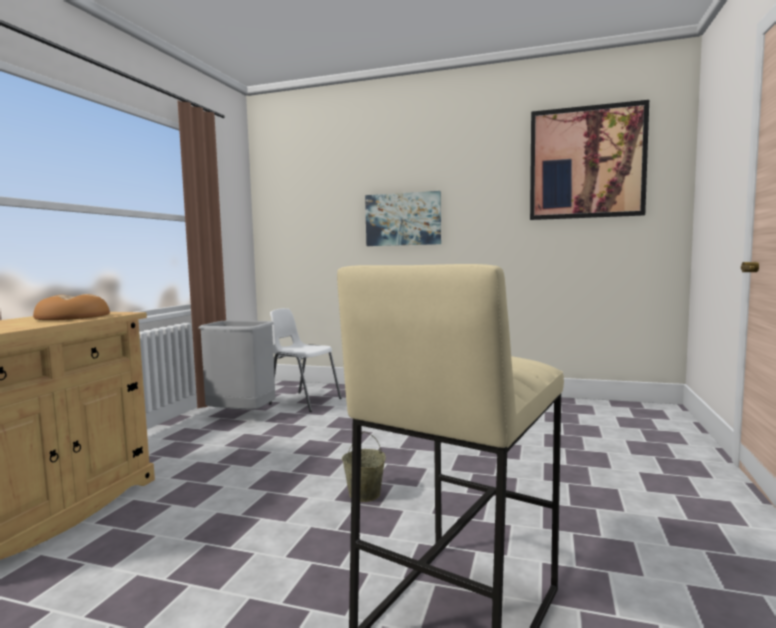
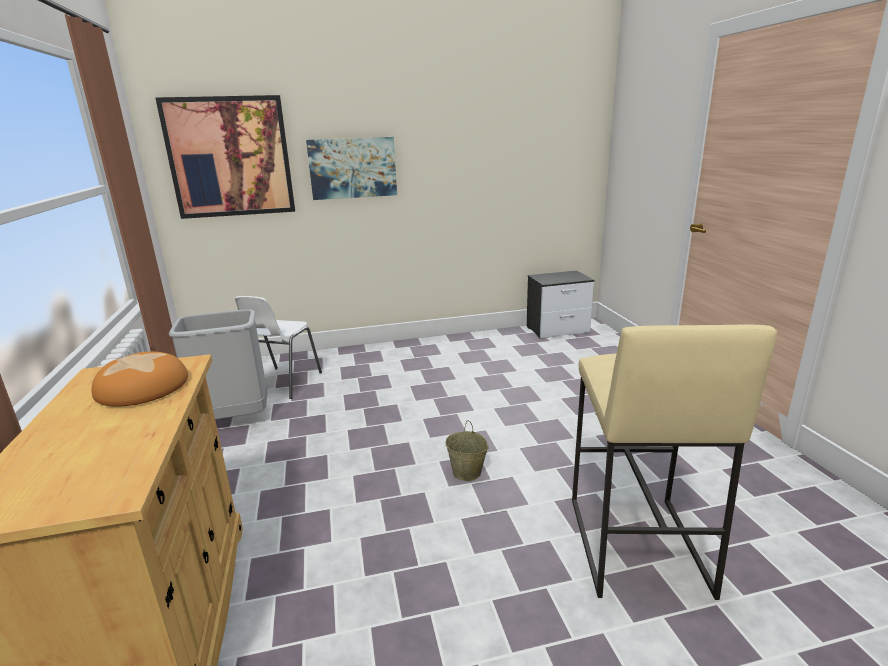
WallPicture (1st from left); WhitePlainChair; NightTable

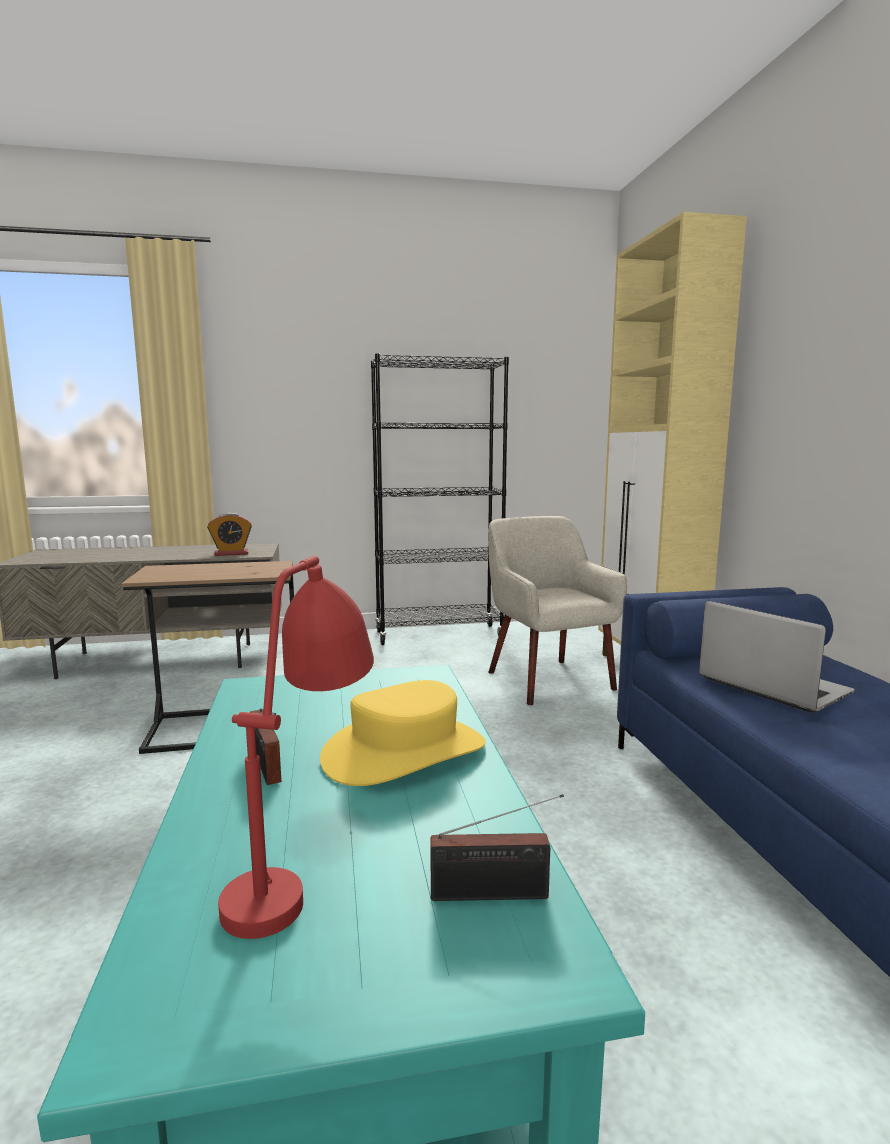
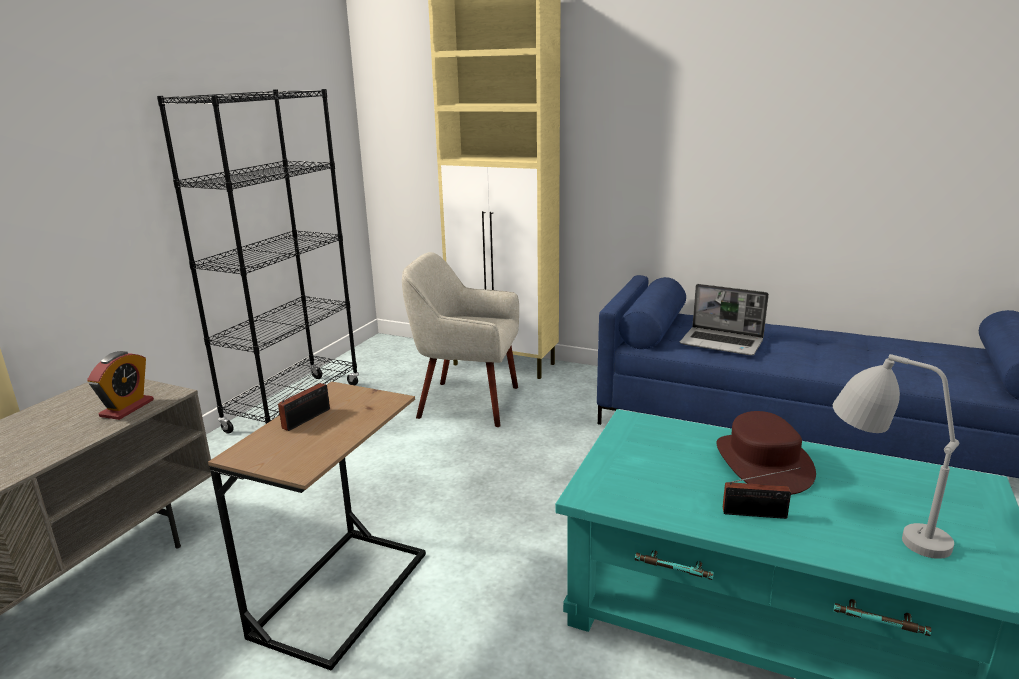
RadioSet (1st from left); NotebookComputer; BrownColouredHat; GreyTableLamp

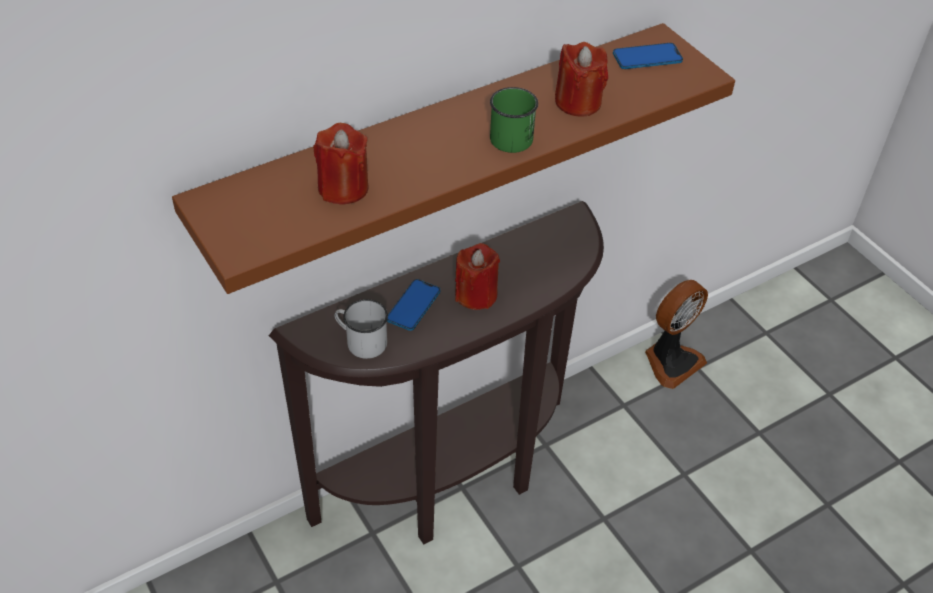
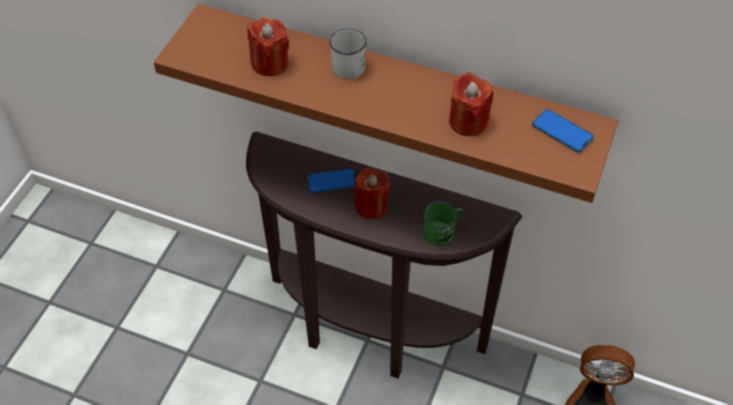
WhiteTeaMug; GreenTeaMug

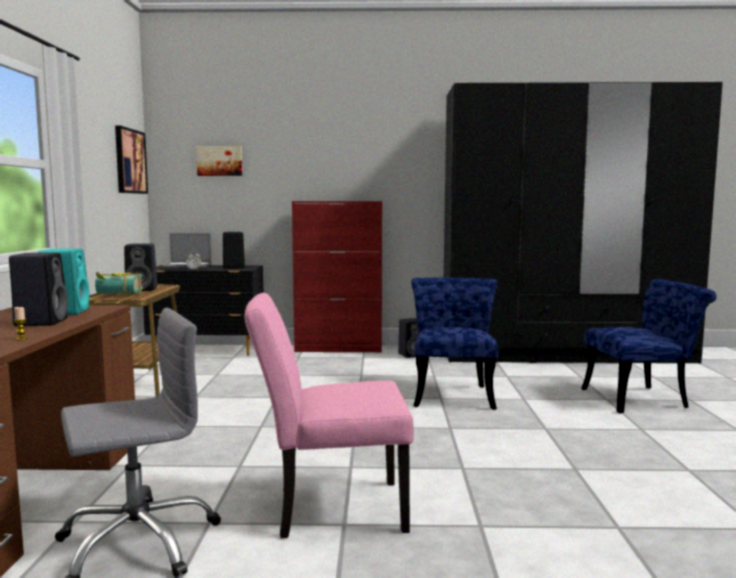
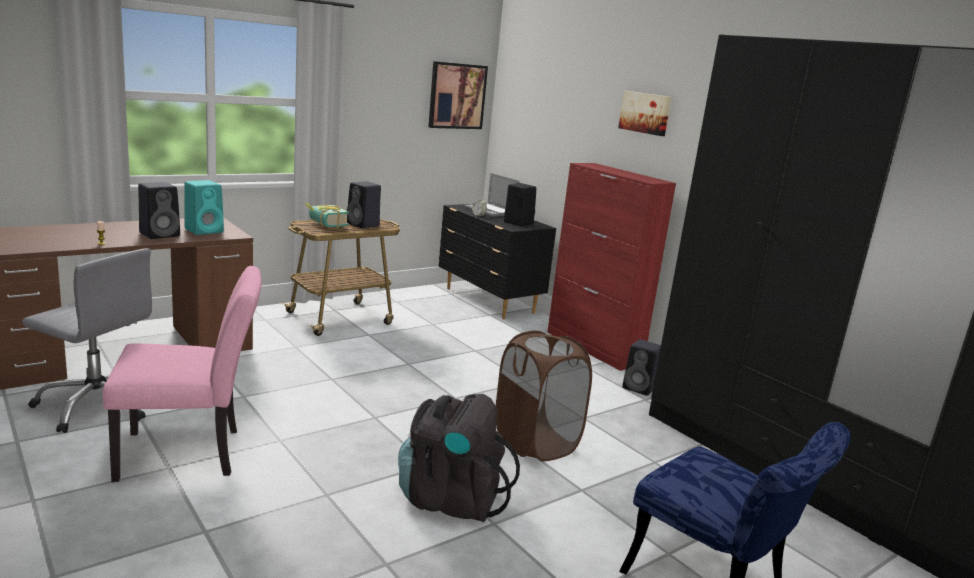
PinkColouredPlainChair; BlackishBackpack; BrownColouredLaundryBasket; WallPicture (2nd from left)

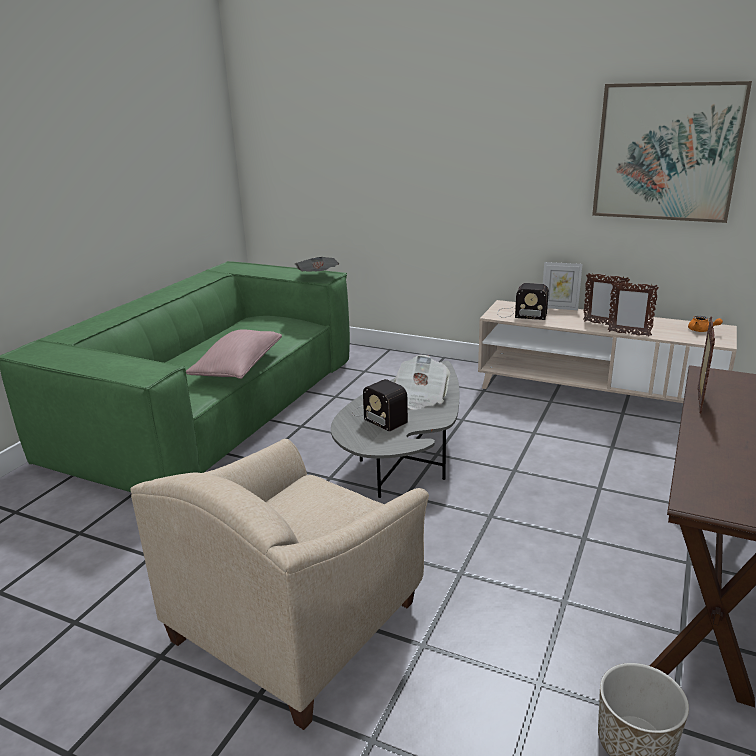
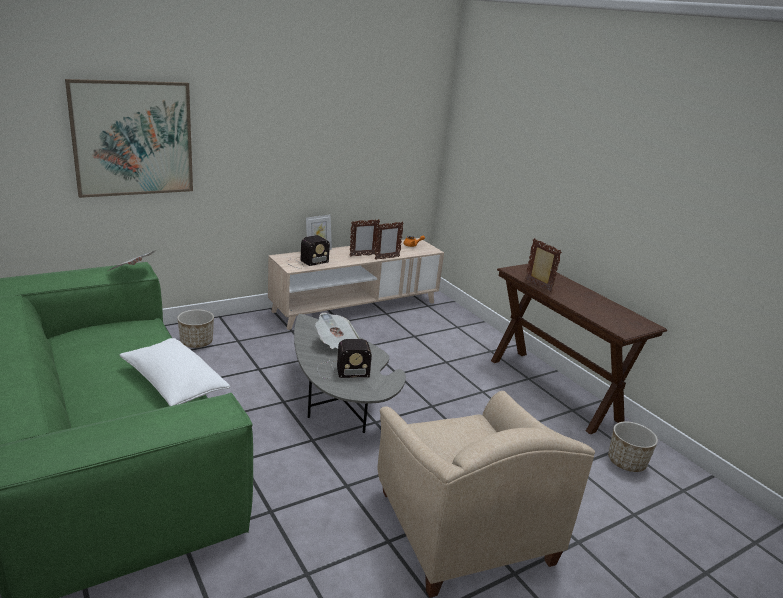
WallPicture; WhiteThrowPillow; Planter (1st from left)

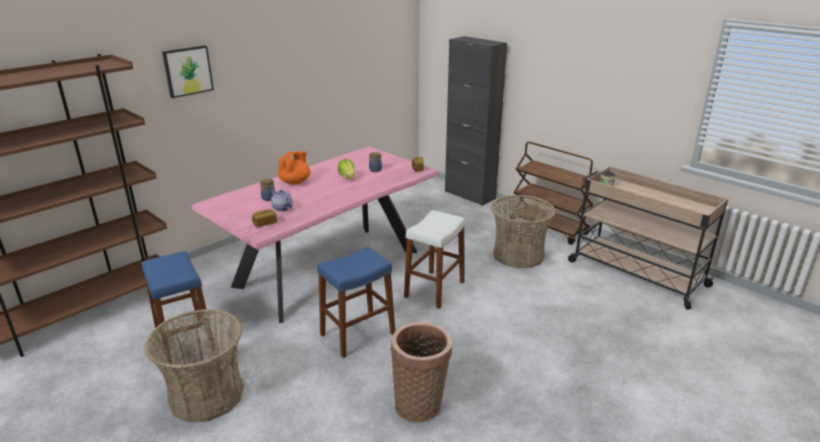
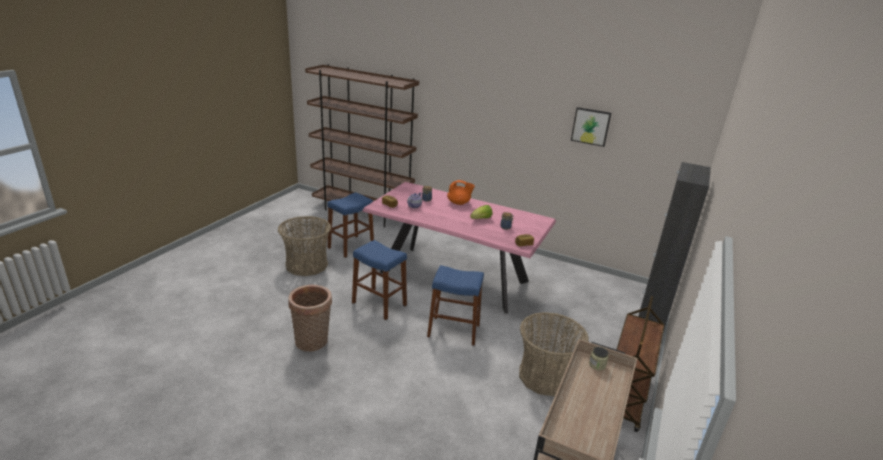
BlueStool (3rd from left); WallPicture

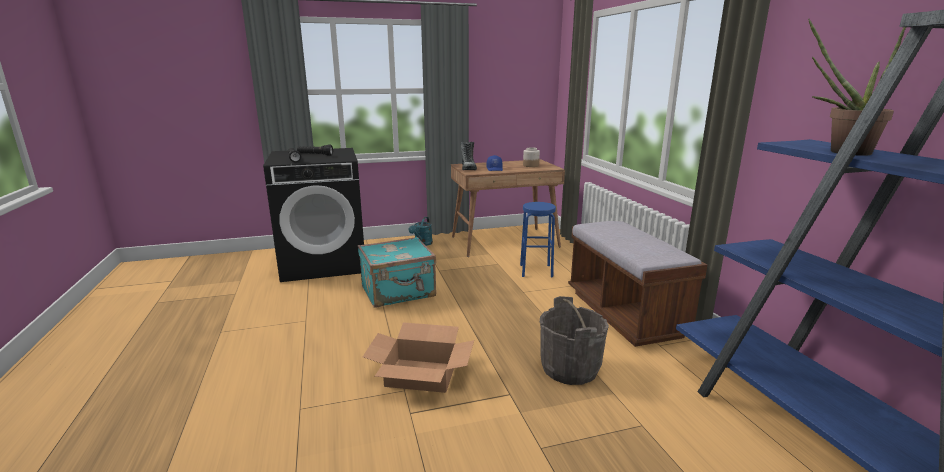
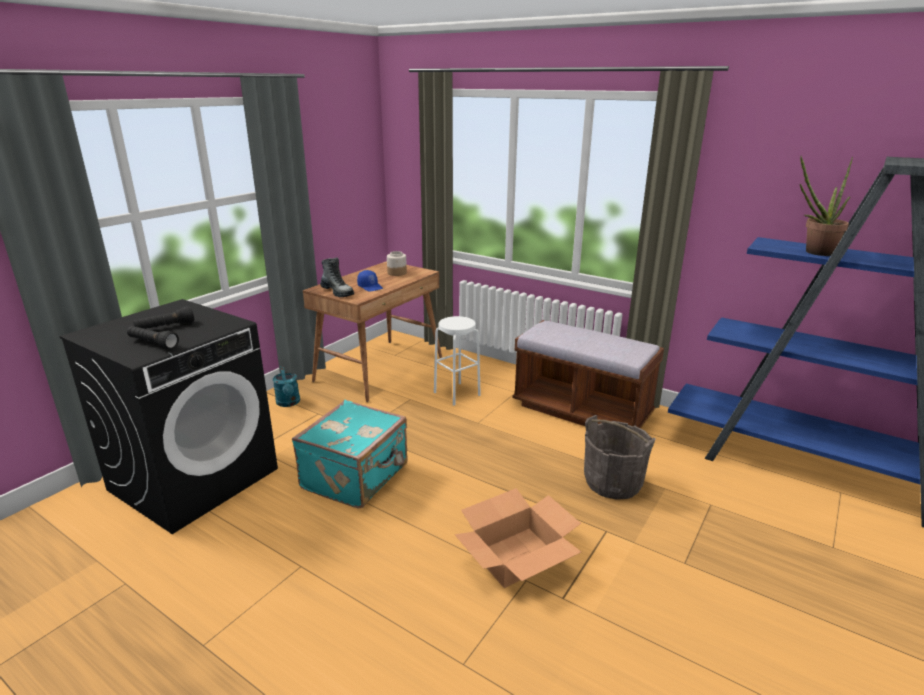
WhiteStool

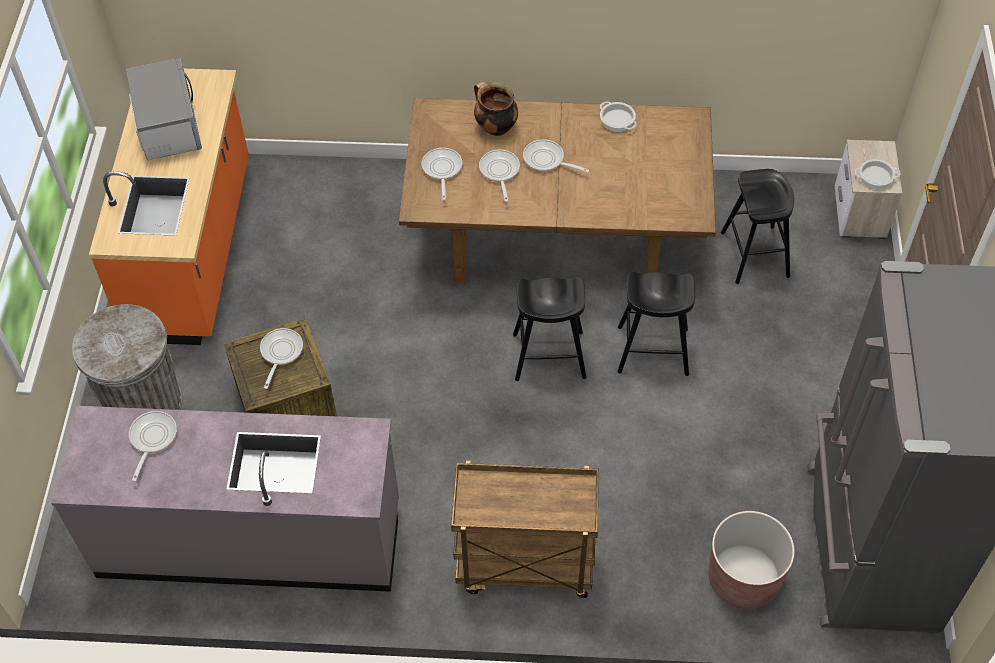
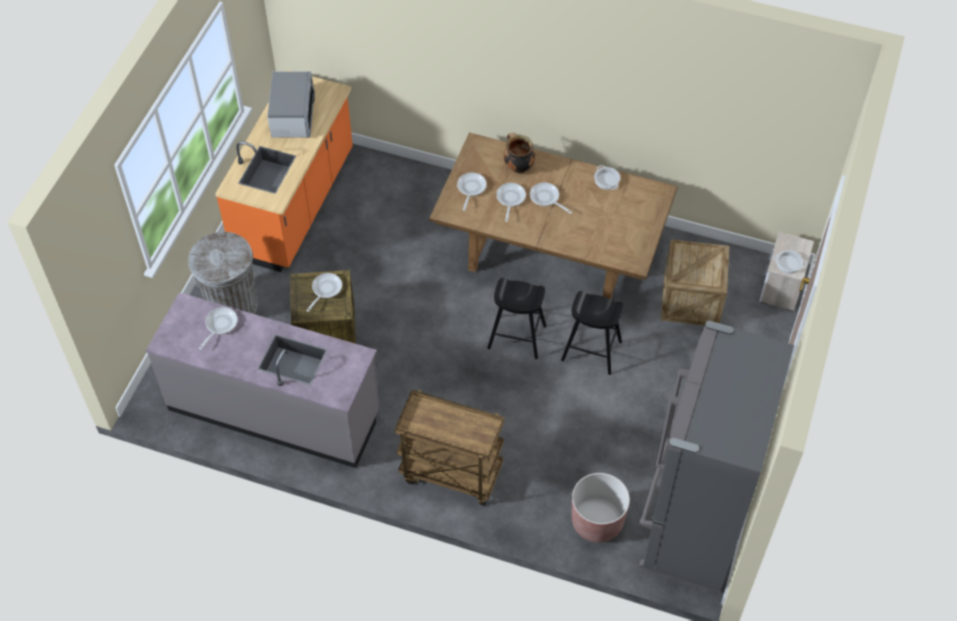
PackingCrate (2nd from left)

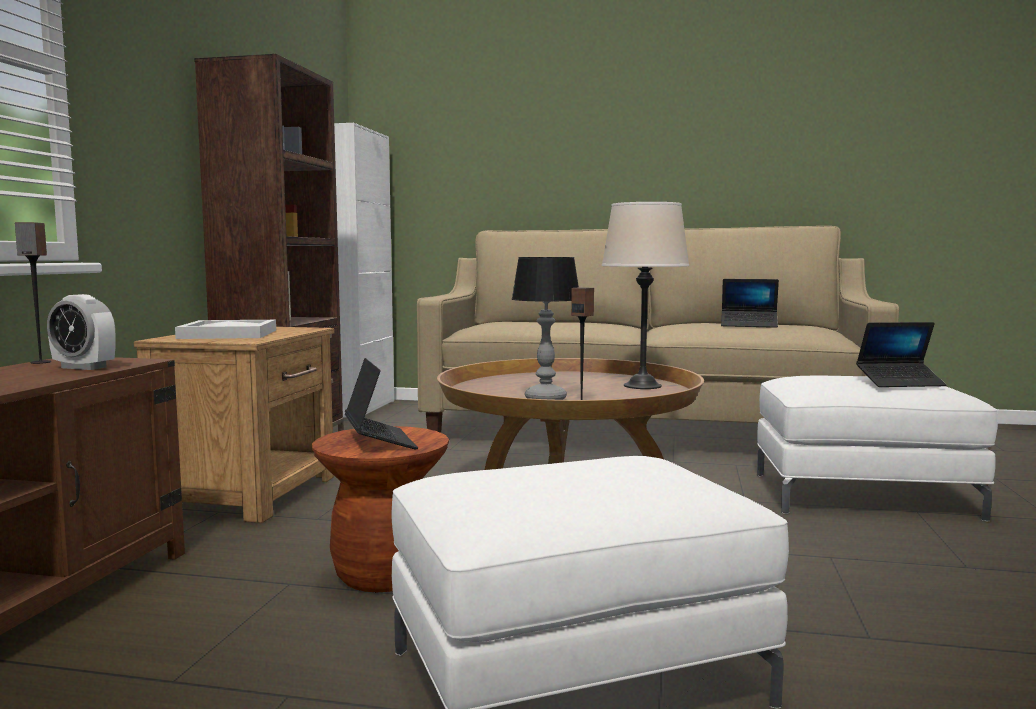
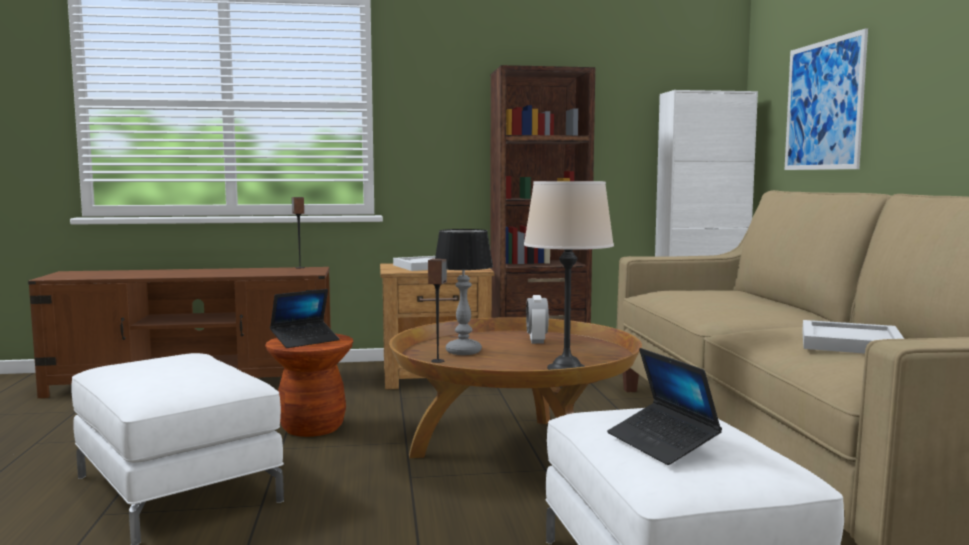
TableClock; WallPicture; WhiteTray (2nd from left)

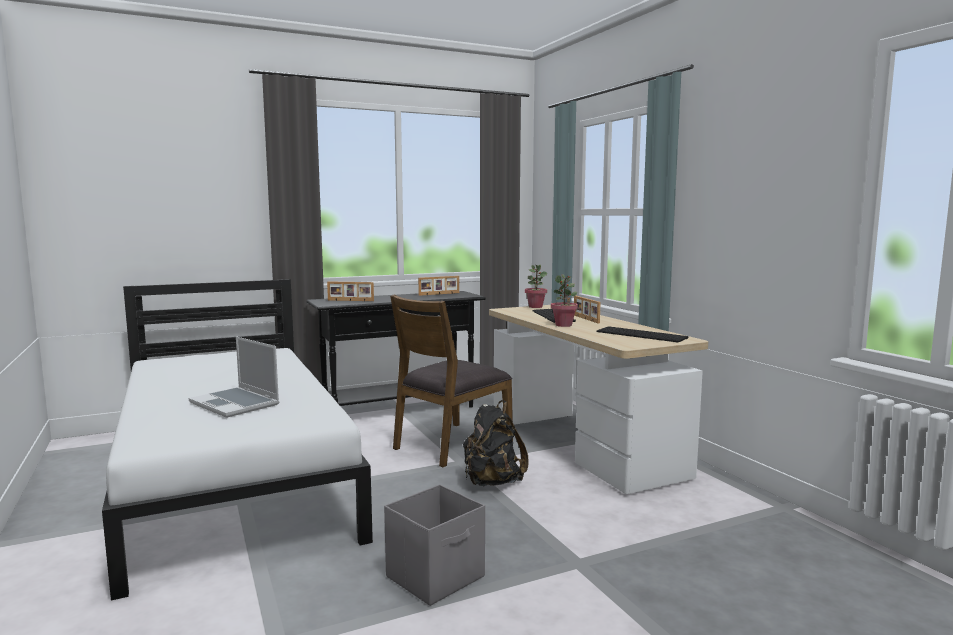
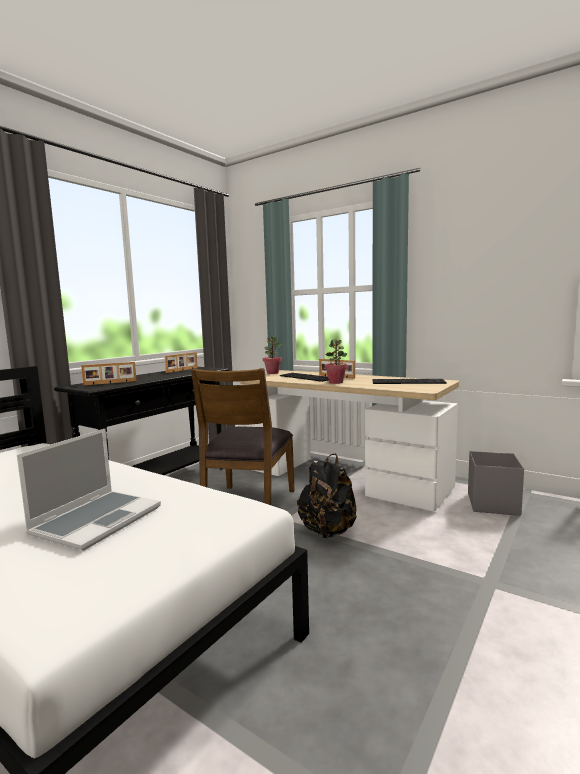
NotebookComputer; GreyStorageBin

